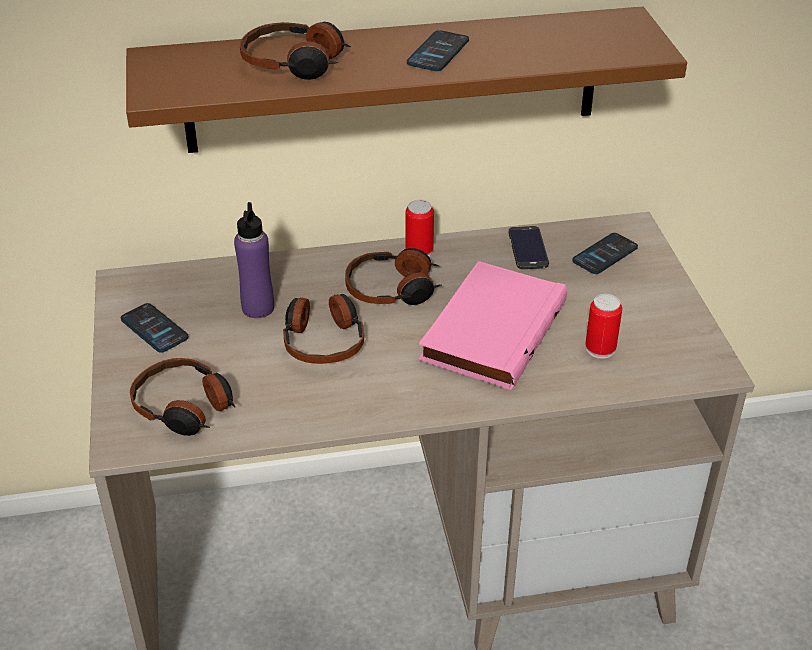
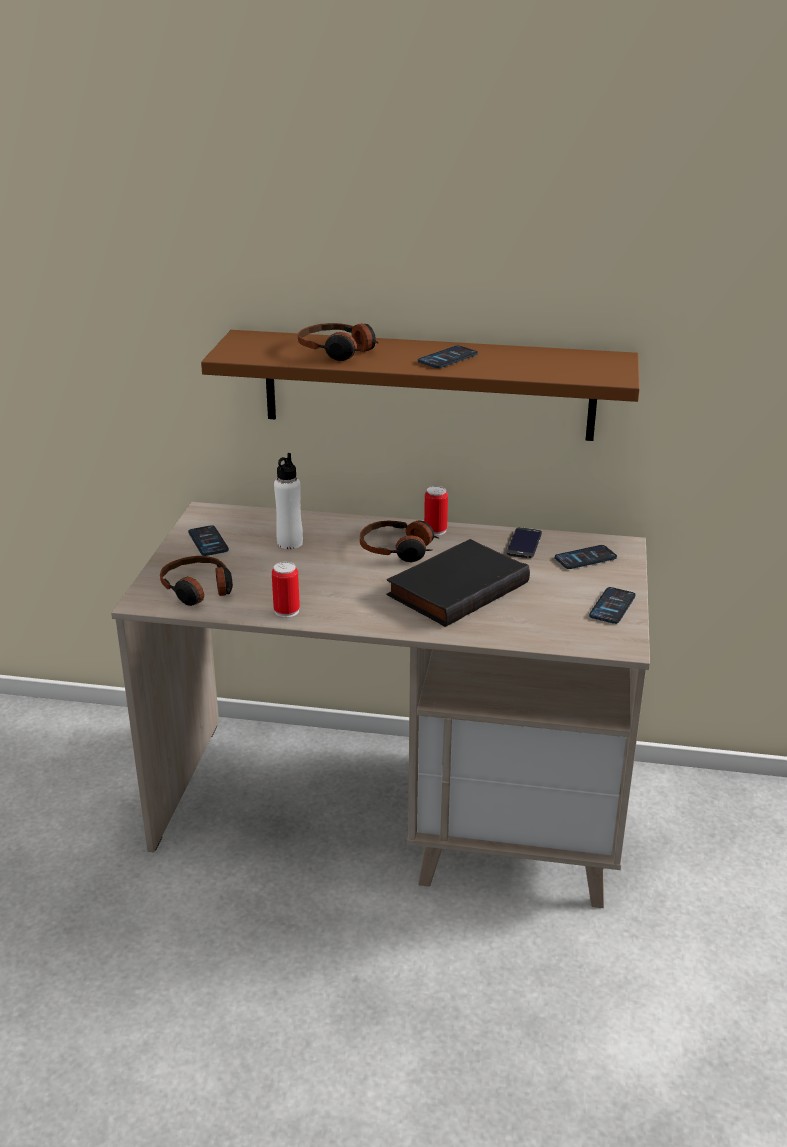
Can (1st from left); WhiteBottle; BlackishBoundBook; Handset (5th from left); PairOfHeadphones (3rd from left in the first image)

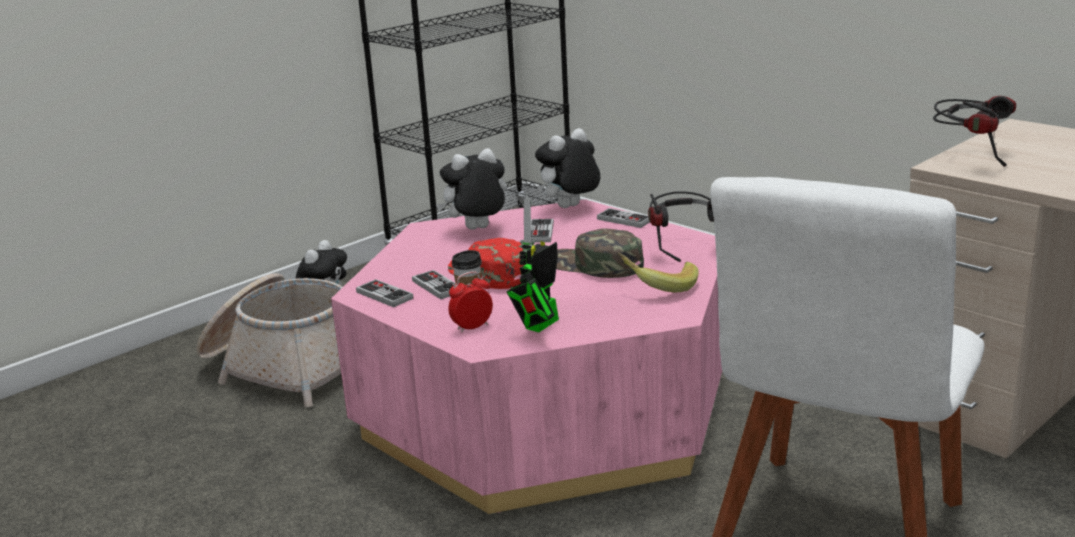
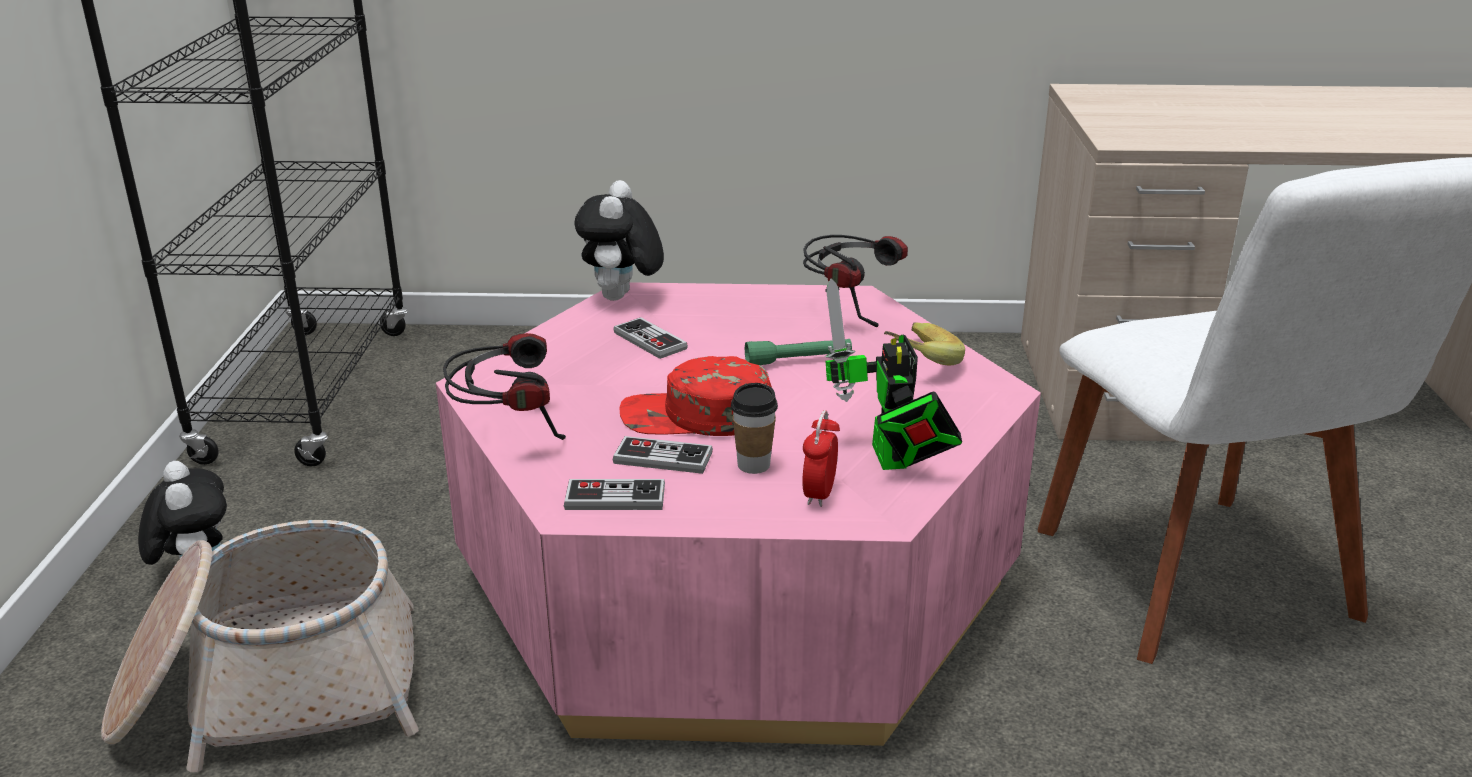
PairOfHeadphones (1st from left); GreenHandTorch; SoftToy (2nd from left in the first image); GameController (4th from left in the first image)

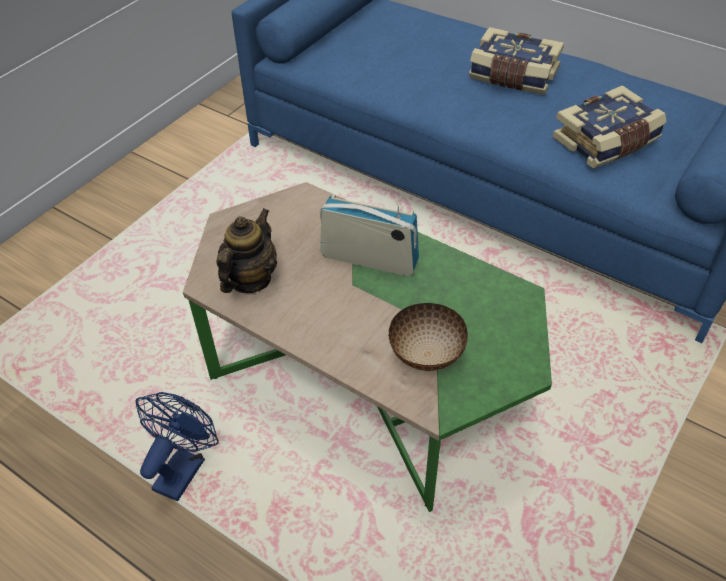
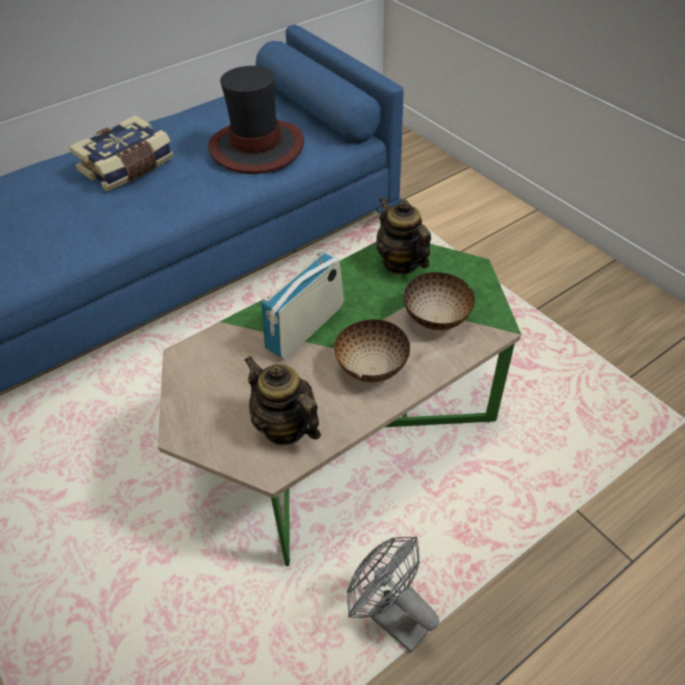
Hat; ServingBowl (1st from left); GreyFan; TeaPot (2nd from left)

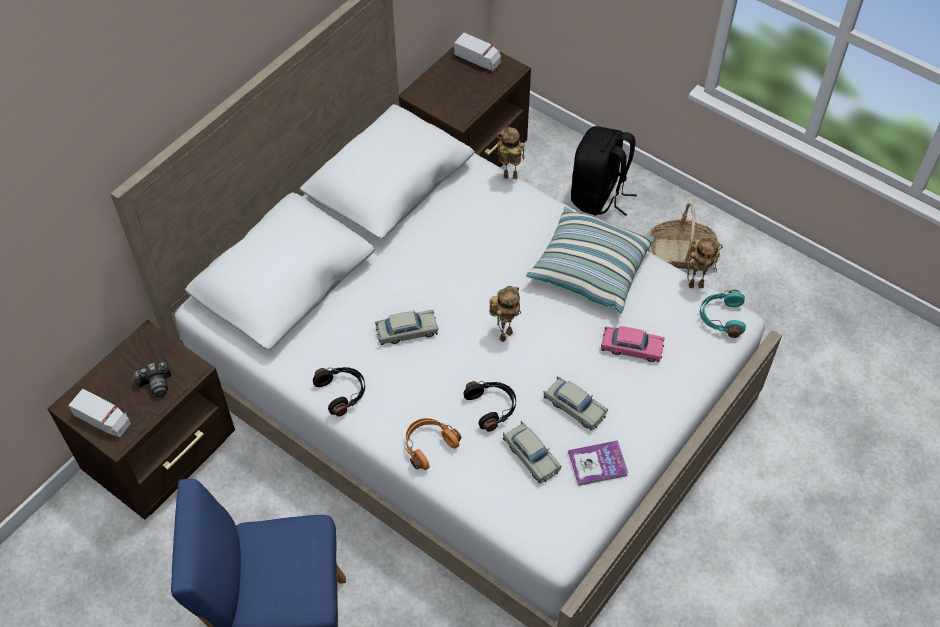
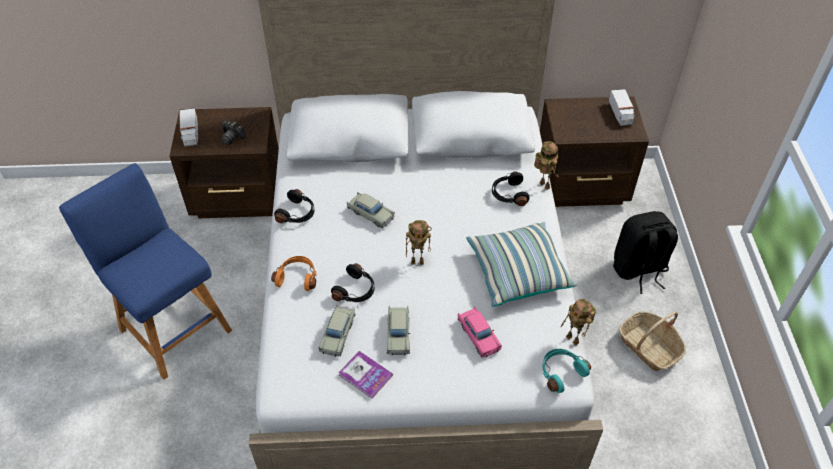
BlackishPairOfHeadphones (3rd from left)

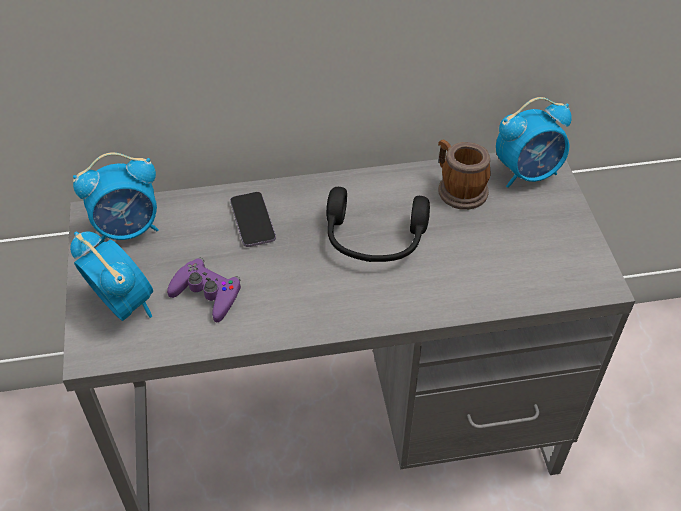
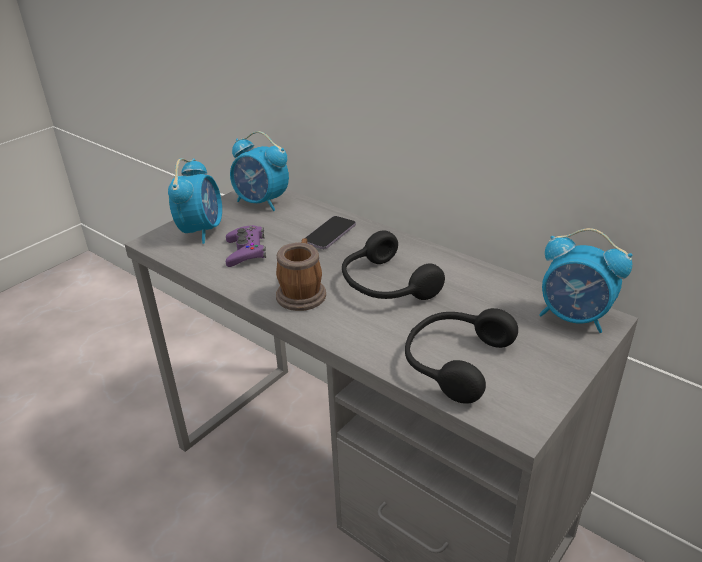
TeaMug; BlackishPairOfHeadphones (2nd from left)

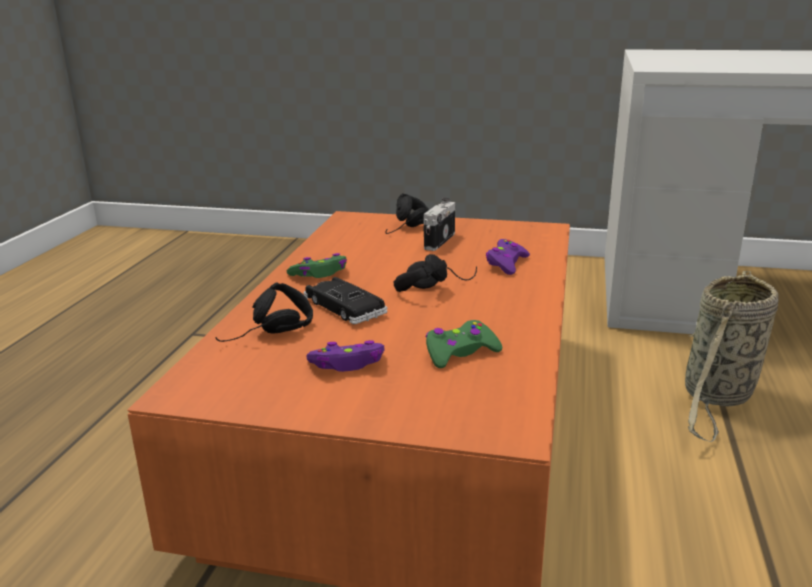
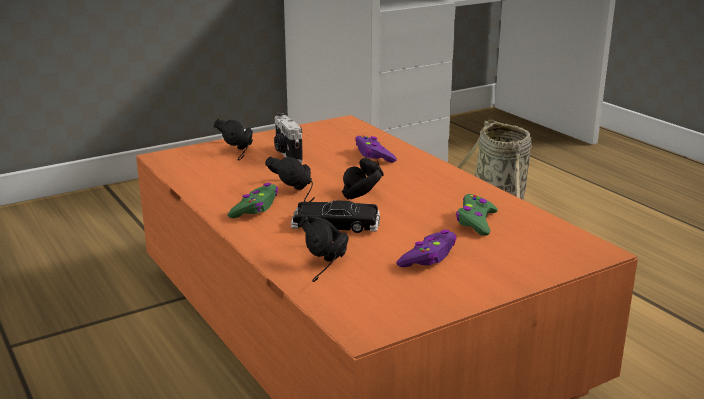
BlackishPairOfHeadphones (2nd from left)

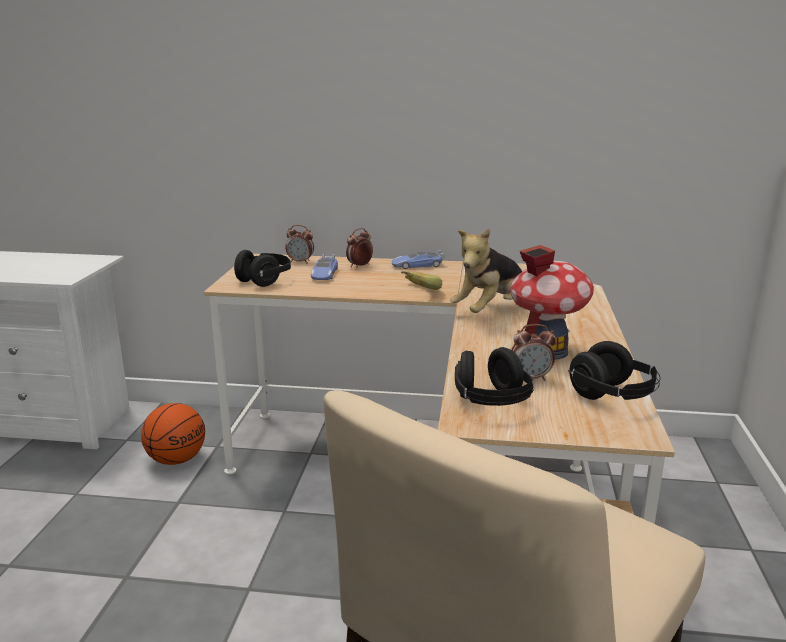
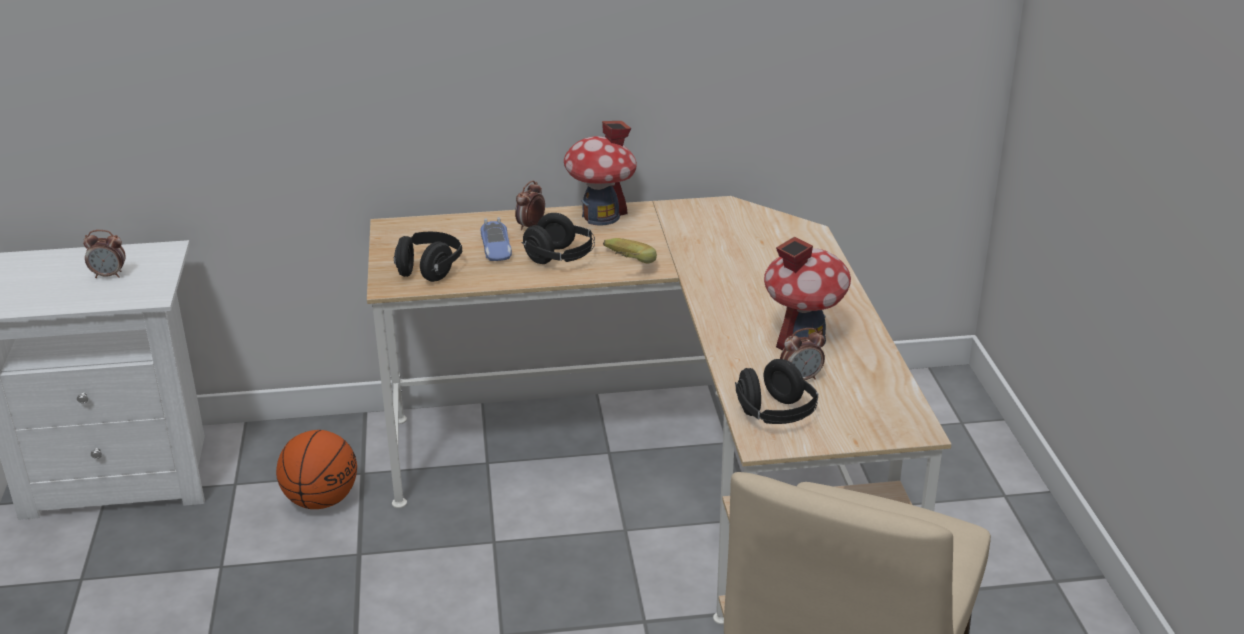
TableClock (1st from left); BlackishPairOfHeadphones (2nd from left); MiniatureHouse (1st from left); SoftToy

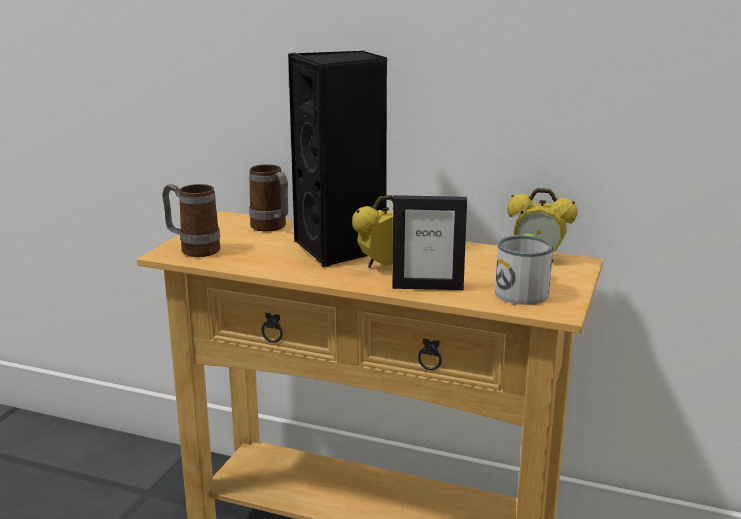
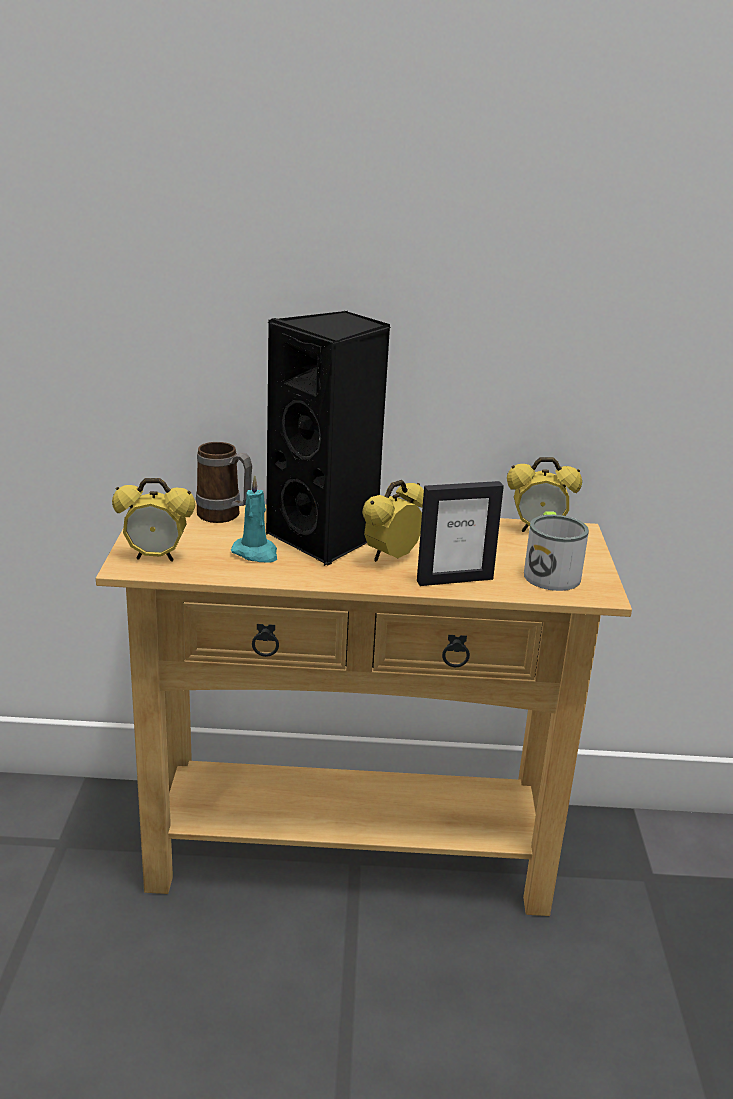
TableClock (1st from left); BlueGreenWaxLight

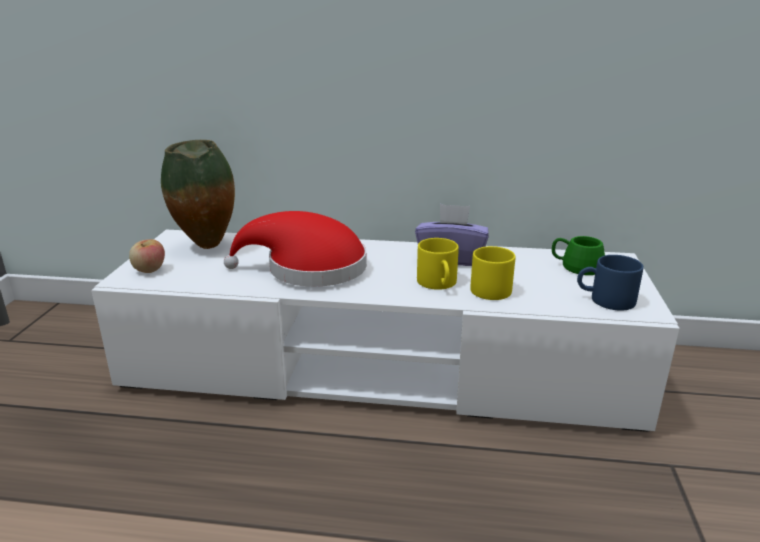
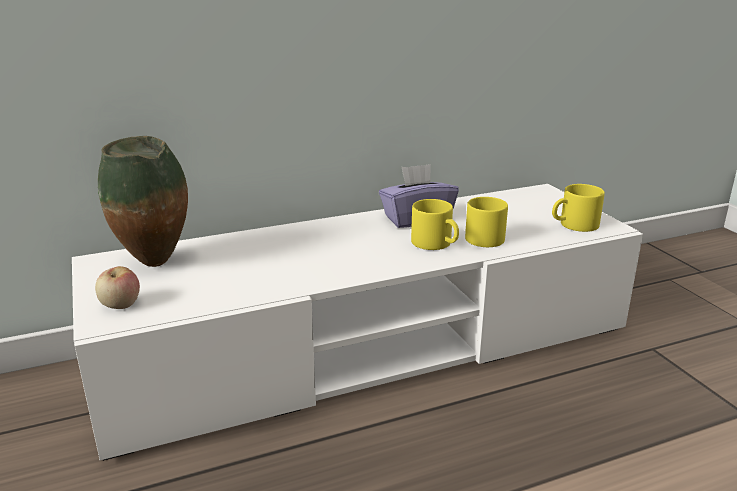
YellowColouredTeaMug (3rd from left); ReddishHat; GreenTeaMug

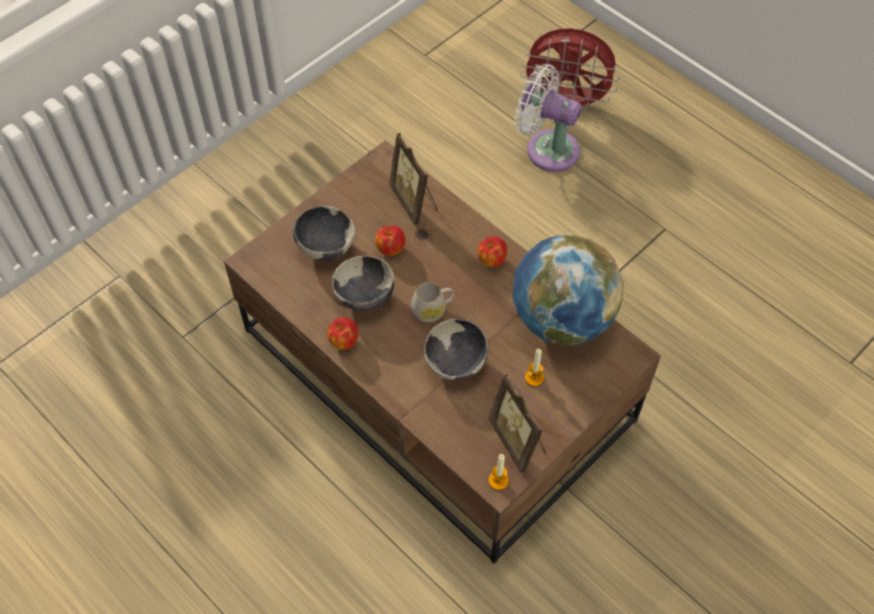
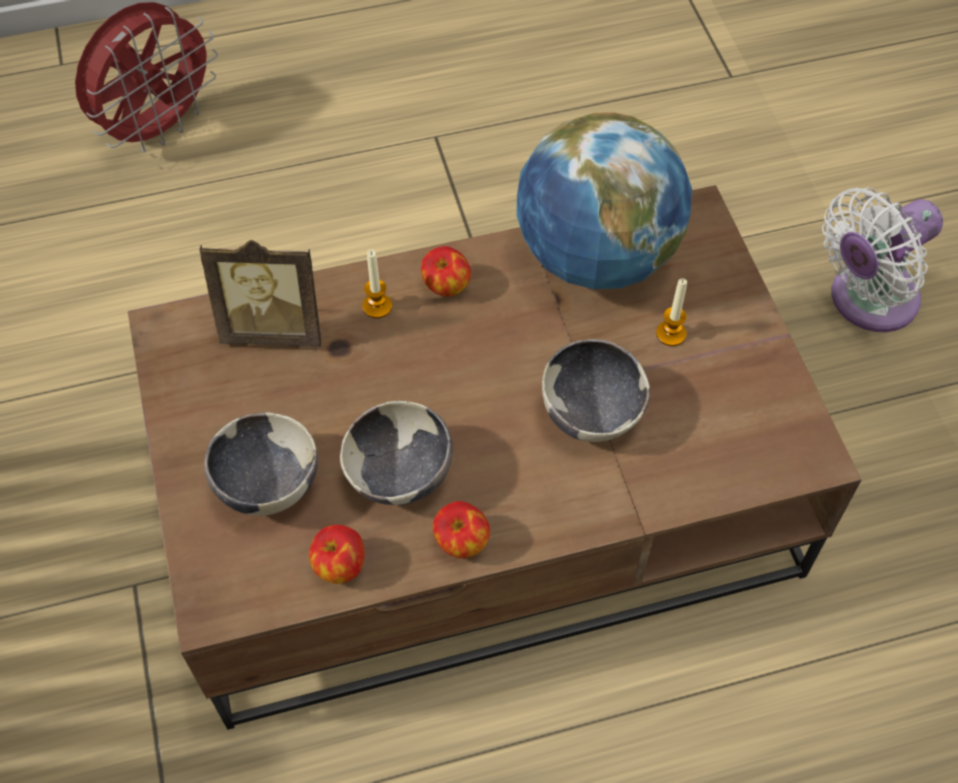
Apple (1st from left); WaxLight (1st from left); WhiteFan; WhiteTeaMug; StandingFrame (2nd from left in the first image)

